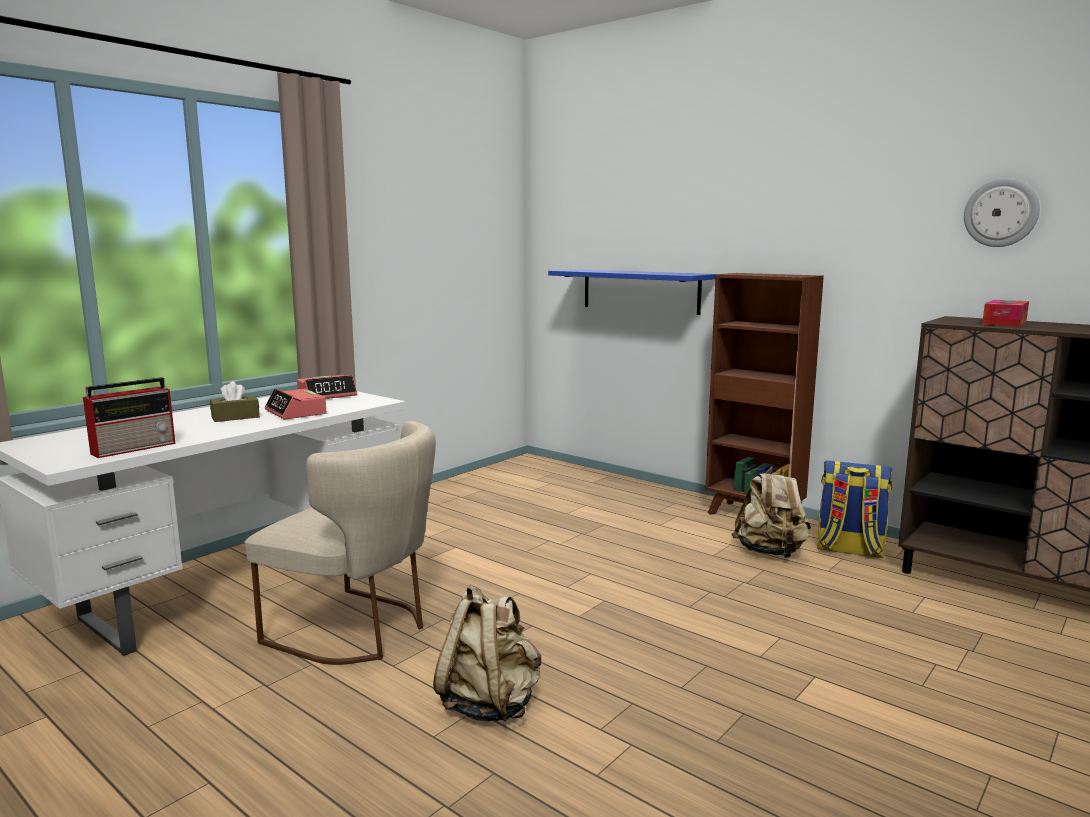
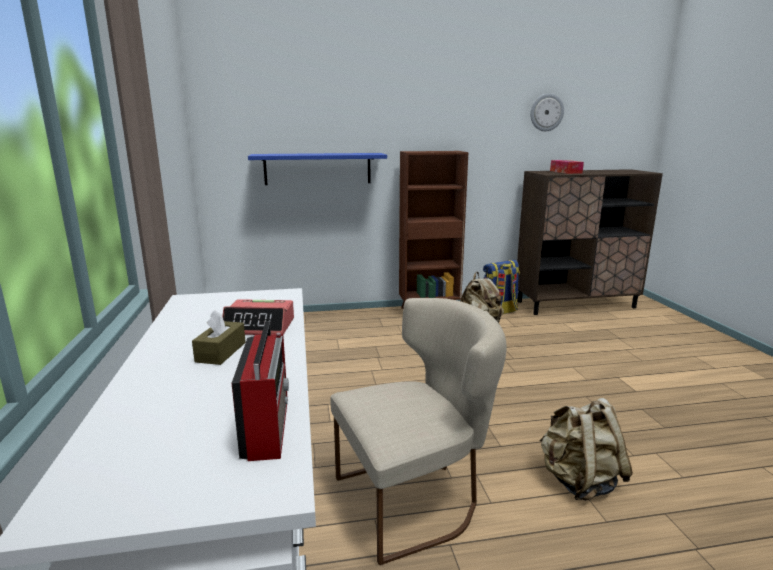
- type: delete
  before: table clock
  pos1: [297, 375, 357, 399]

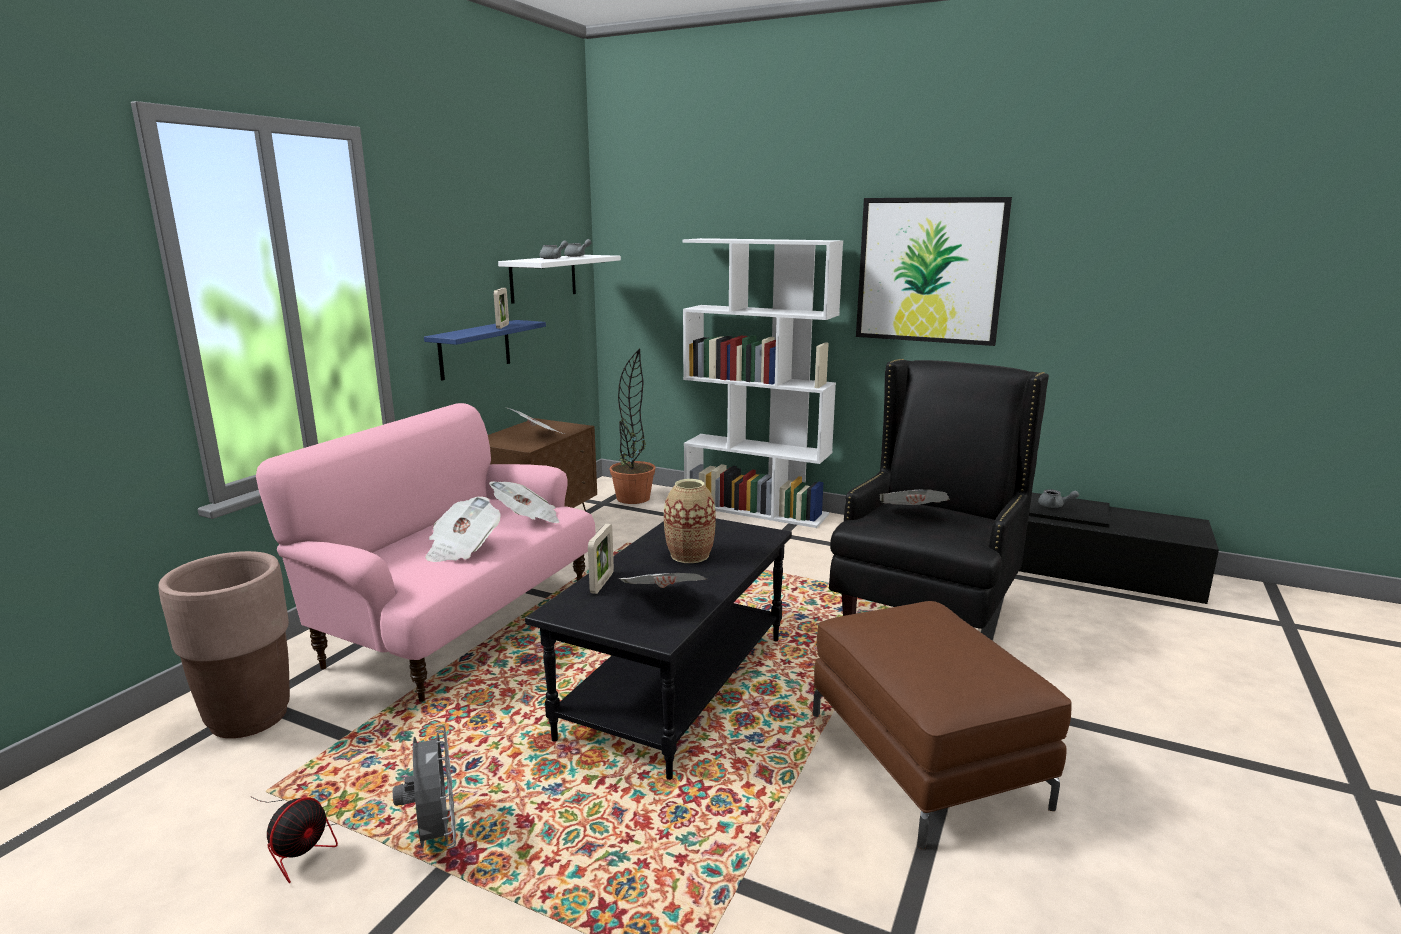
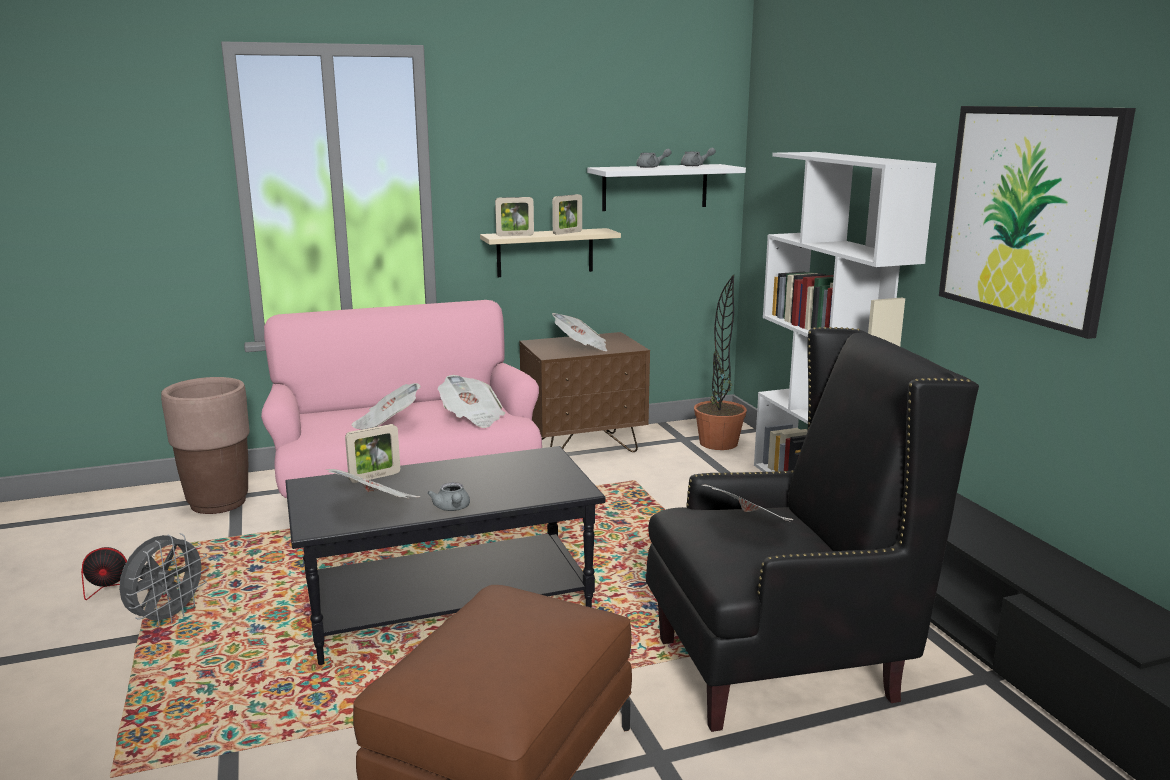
- type: delete
  before: flower vase
  pos1: [664, 479, 716, 563]
- type: insert
  after: photo frame
  pos2: [495, 197, 534, 236]
- type: move
  before: teapot (gray)
  pos1: [1038, 489, 1079, 508]
  pos2: [427, 482, 470, 511]
- type: recolor
  before: bracket shelf (blue)
  after: bracket shelf (beige)
  pos1: [424, 320, 546, 381]
  pos2: [480, 228, 621, 277]

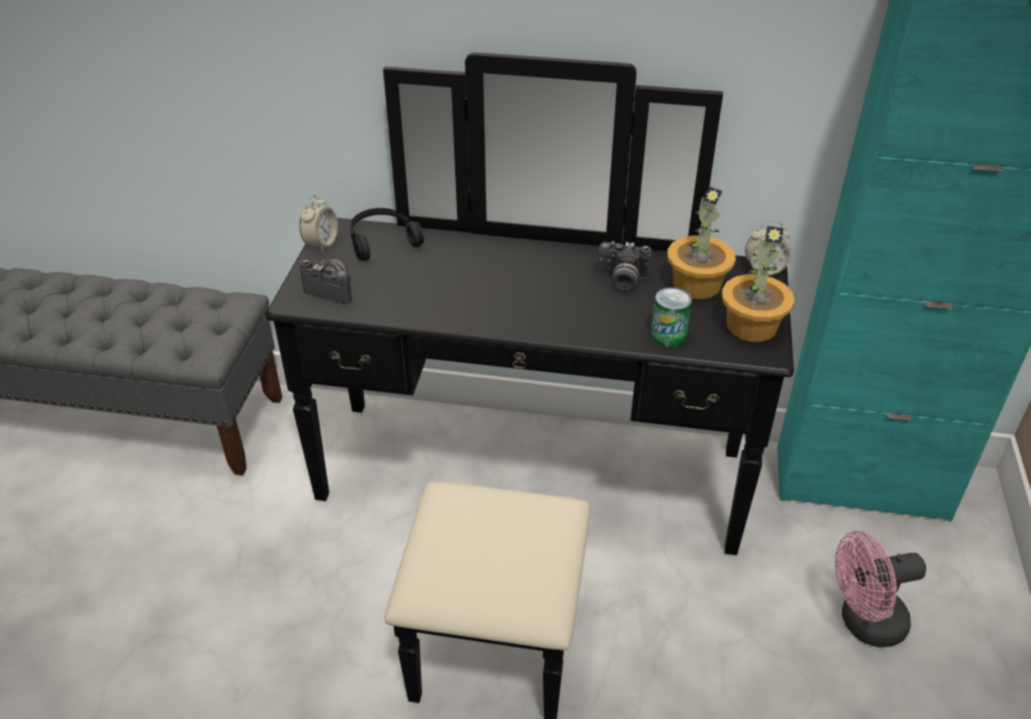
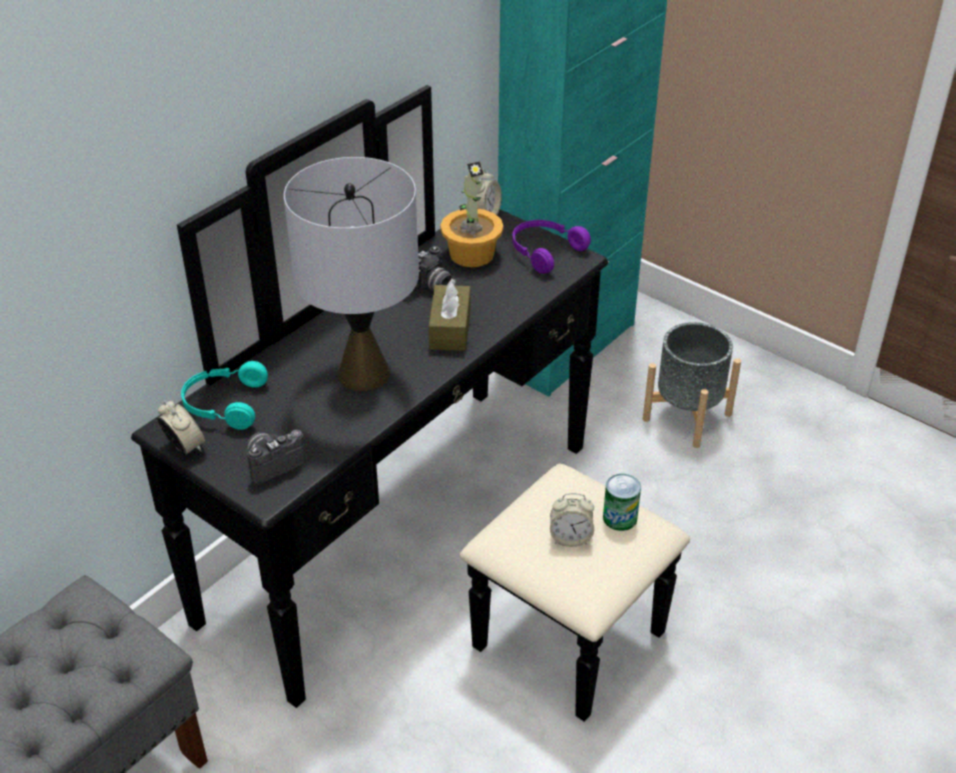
- type: insert
  after: tabletop lamp (gray)
  pos2: [284, 157, 419, 391]
- type: insert
  after: tissue holder (brown-coloured)
  pos2: [429, 279, 471, 351]
- type: insert
  after: table clock
  pos2: [550, 493, 594, 547]
- type: move
  before: metal can
  pos1: [651, 287, 692, 347]
  pos2: [603, 474, 641, 531]
- type: replace
  before: houseplant
  after: pair of headphones (purplish)
  pos1: [721, 226, 795, 342]
  pos2: [512, 220, 591, 274]
- type: replace
  before: electric fan (pink)
  after: planter (gray)
  pos1: [835, 531, 926, 647]
  pos2: [643, 322, 741, 448]
- type: recolor
  before: pair of headphones (black-coloured)
  after: pair of headphones (turquoise)
  pos1: [350, 208, 424, 261]
  pos2: [181, 361, 268, 430]

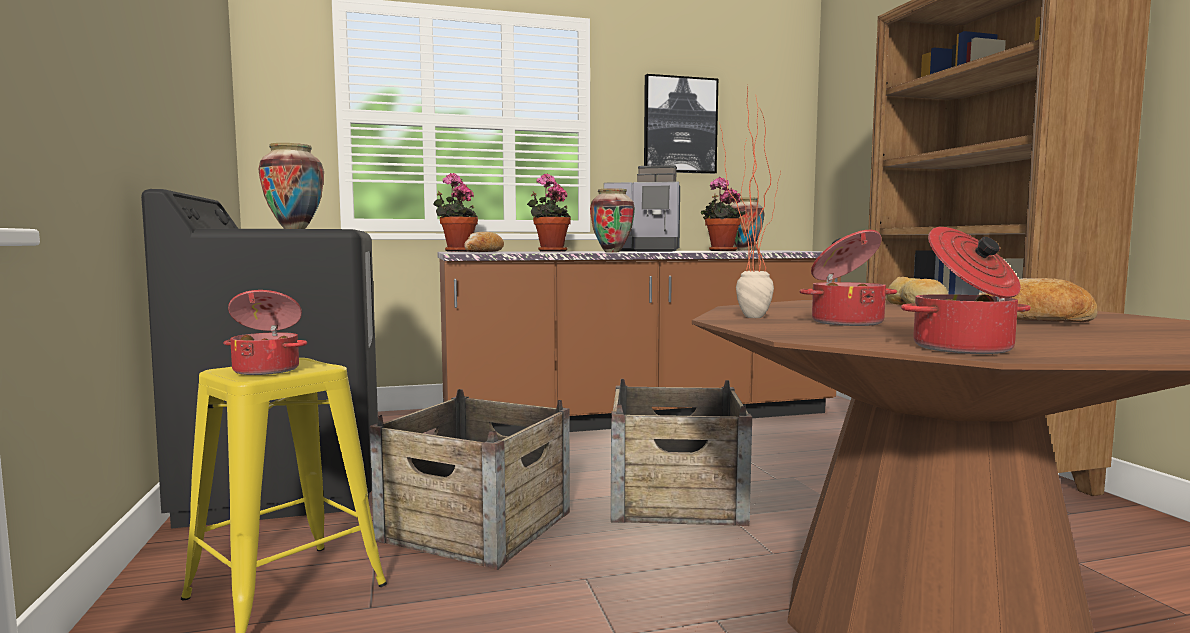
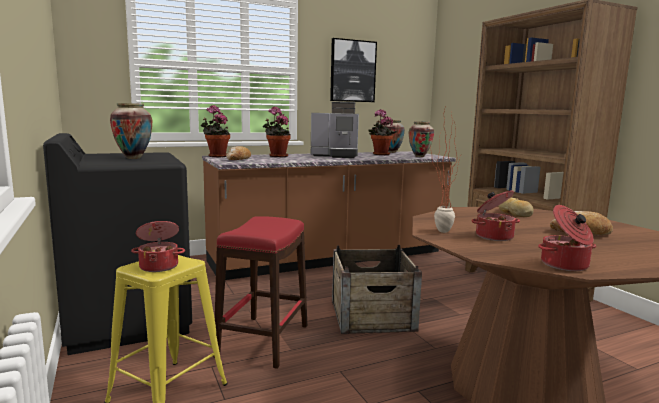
- type: move
  before: flower vase
  pos1: [590, 188, 635, 252]
  pos2: [409, 121, 434, 157]
- type: replace
  before: crate
  after: sitting stool (red-coloured)
  pos1: [370, 389, 570, 570]
  pos2: [214, 216, 307, 369]

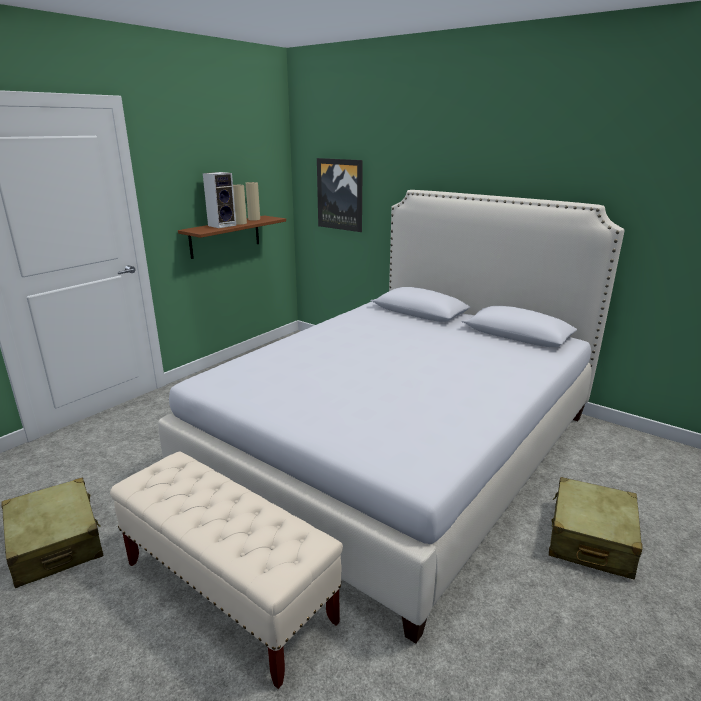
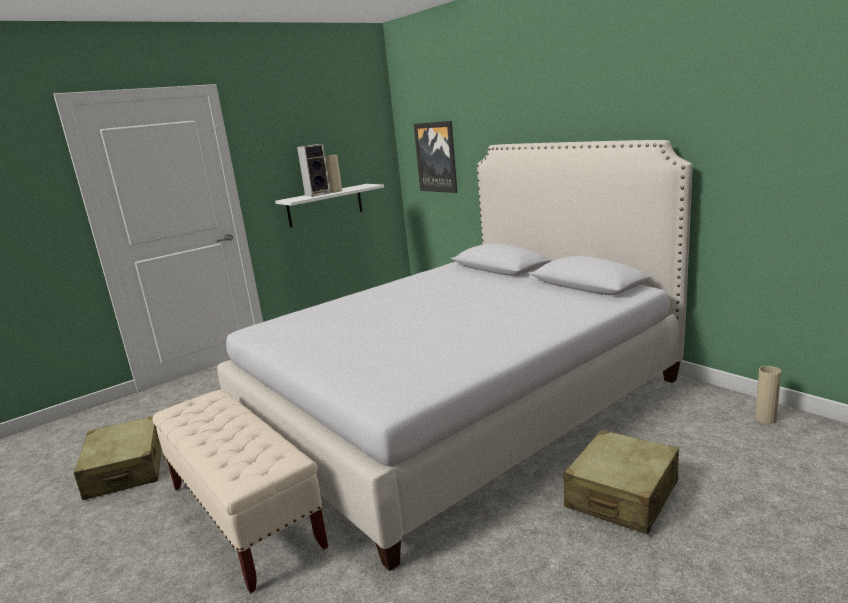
- type: move
  before: flower vase (beige)
  pos1: [246, 182, 260, 220]
  pos2: [755, 366, 781, 424]
- type: recolor
  before: bracket shelf (brown-coloured)
  after: bracket shelf (white-coloured)
  pos1: [178, 216, 286, 259]
  pos2: [275, 184, 384, 227]

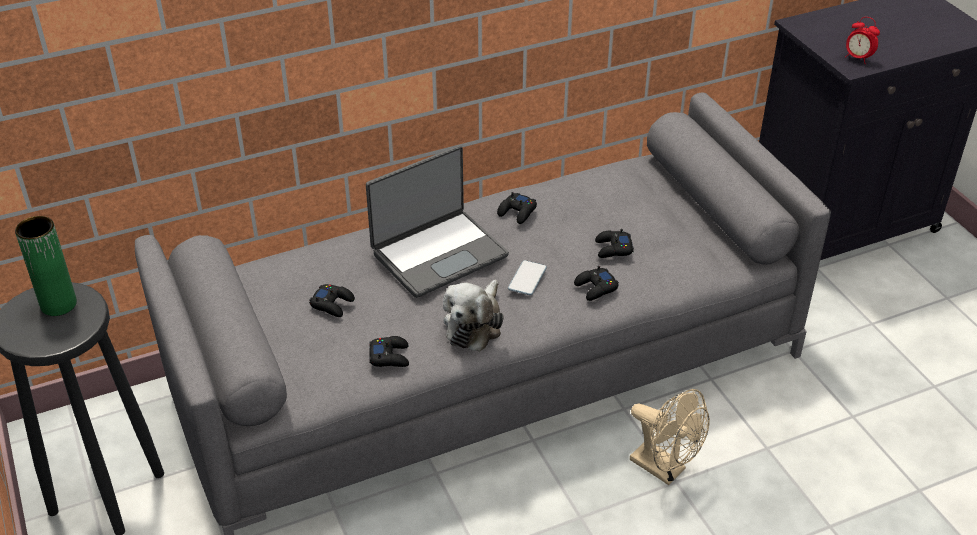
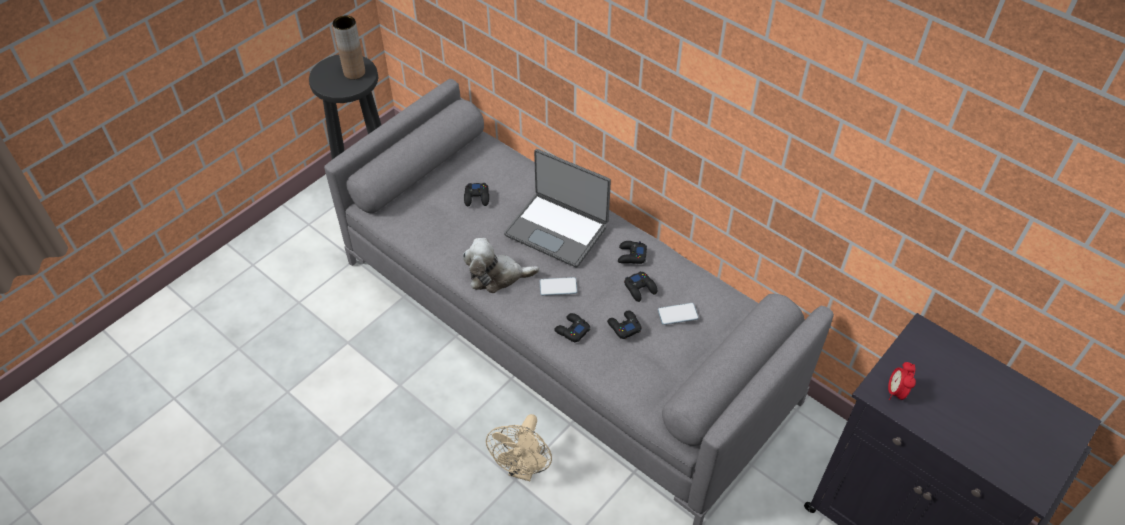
- type: insert
  after: phone
  pos2: [658, 303, 699, 325]
- type: move
  before: joypad (black-coloured)
  pos1: [369, 336, 409, 367]
  pos2: [624, 271, 657, 302]
- type: recolor
  before: flower vase (green-coloured)
  after: flower vase (brown-coloured)
  pos1: [15, 216, 77, 316]
  pos2: [333, 16, 365, 80]

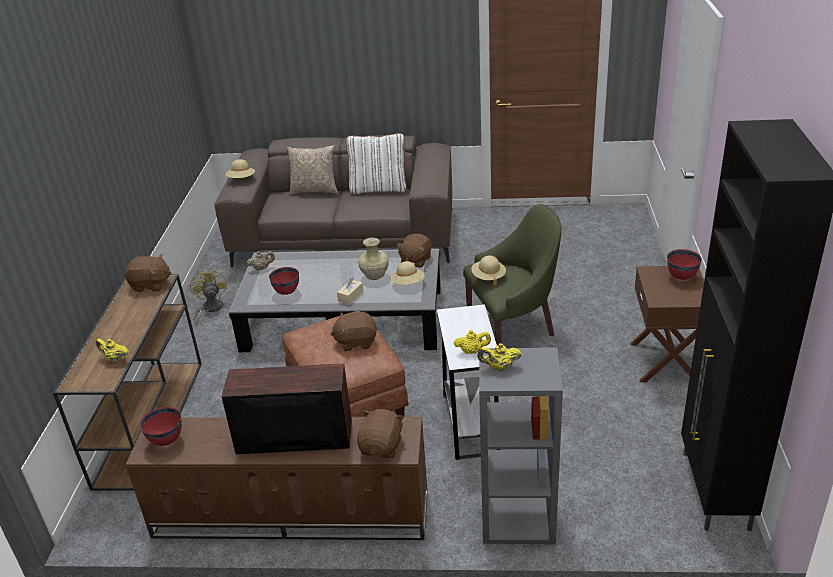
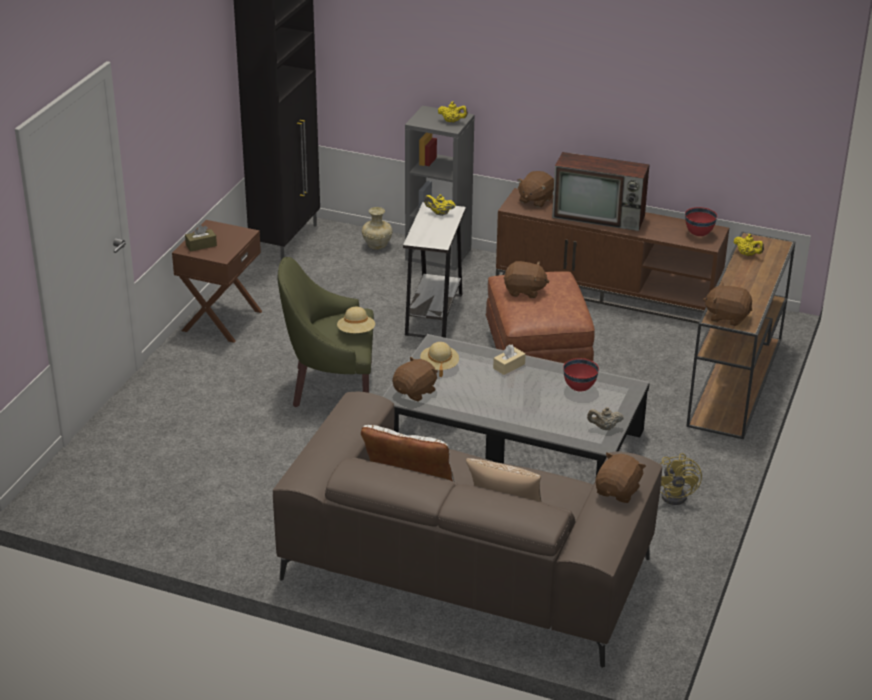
- type: move
  before: flower vase (beige)
  pos1: [358, 238, 389, 280]
  pos2: [362, 207, 393, 250]
- type: replace
  before: hat (beige)
  after: plush toy (brown-coloured)
  pos1: [226, 159, 255, 178]
  pos2: [595, 453, 646, 503]
- type: replace
  before: bowl (red-coloured)
  after: tissue holder (brown-coloured)
  pos1: [667, 249, 702, 280]
  pos2: [185, 225, 217, 252]

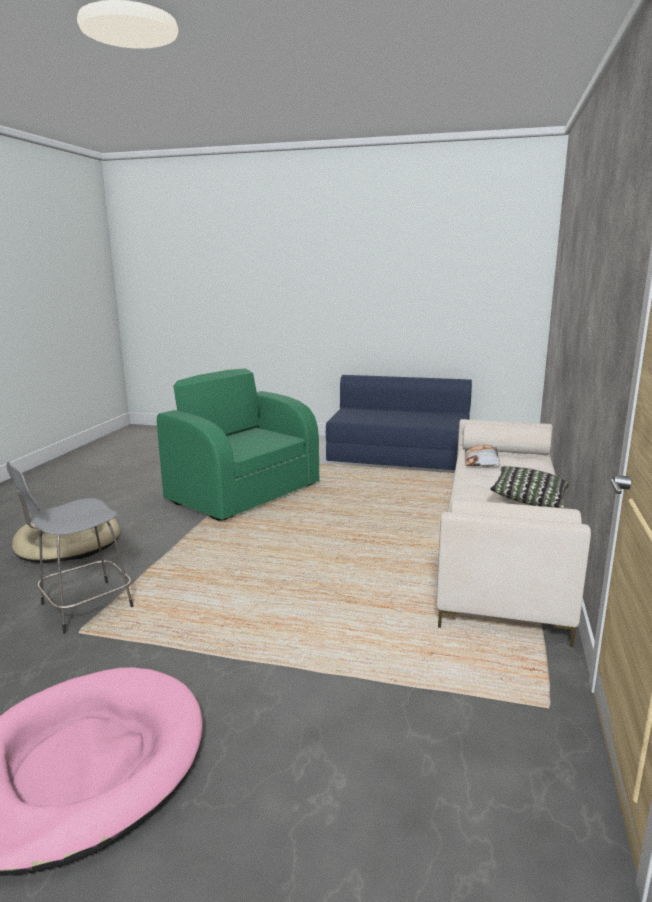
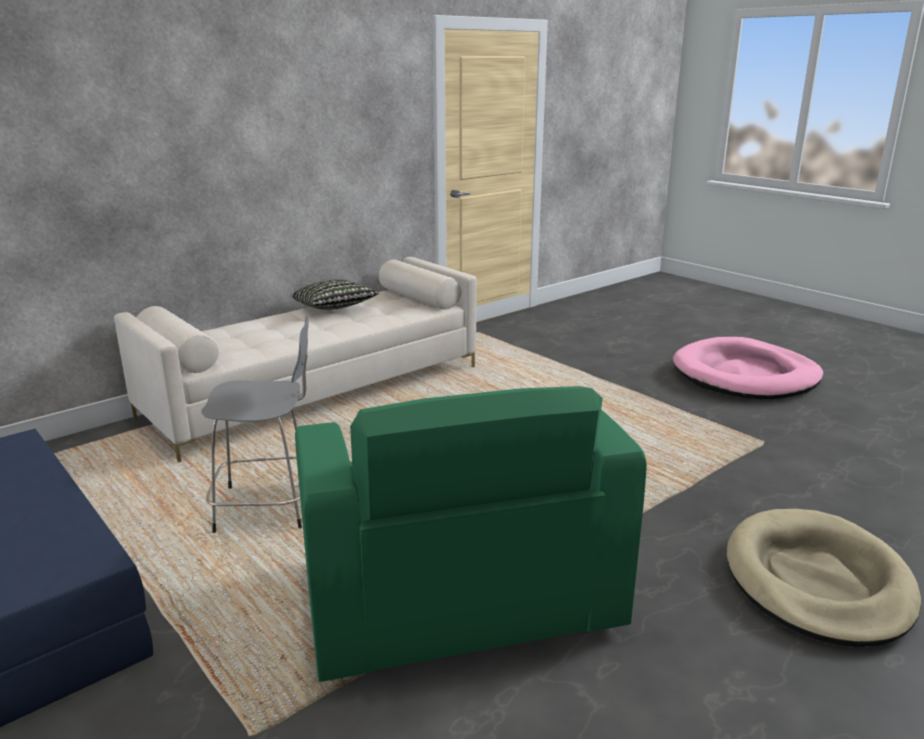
- type: delete
  before: pillow
  pos1: [465, 445, 500, 467]
- type: move
  before: sitting stool (gray)
  pos1: [6, 462, 133, 634]
  pos2: [201, 316, 309, 533]

